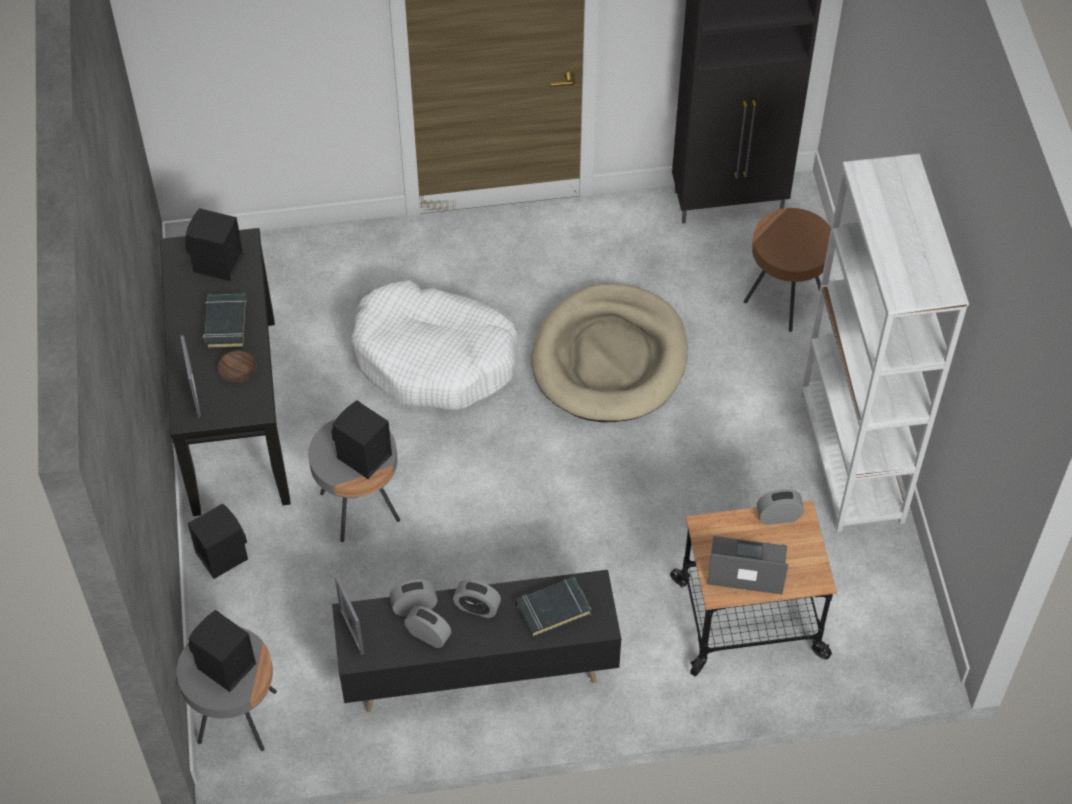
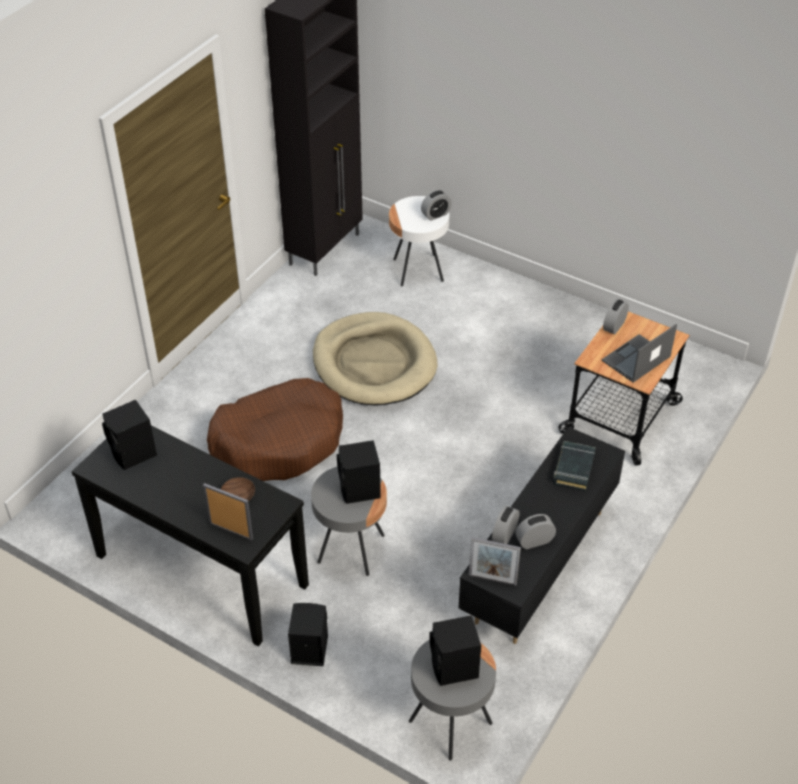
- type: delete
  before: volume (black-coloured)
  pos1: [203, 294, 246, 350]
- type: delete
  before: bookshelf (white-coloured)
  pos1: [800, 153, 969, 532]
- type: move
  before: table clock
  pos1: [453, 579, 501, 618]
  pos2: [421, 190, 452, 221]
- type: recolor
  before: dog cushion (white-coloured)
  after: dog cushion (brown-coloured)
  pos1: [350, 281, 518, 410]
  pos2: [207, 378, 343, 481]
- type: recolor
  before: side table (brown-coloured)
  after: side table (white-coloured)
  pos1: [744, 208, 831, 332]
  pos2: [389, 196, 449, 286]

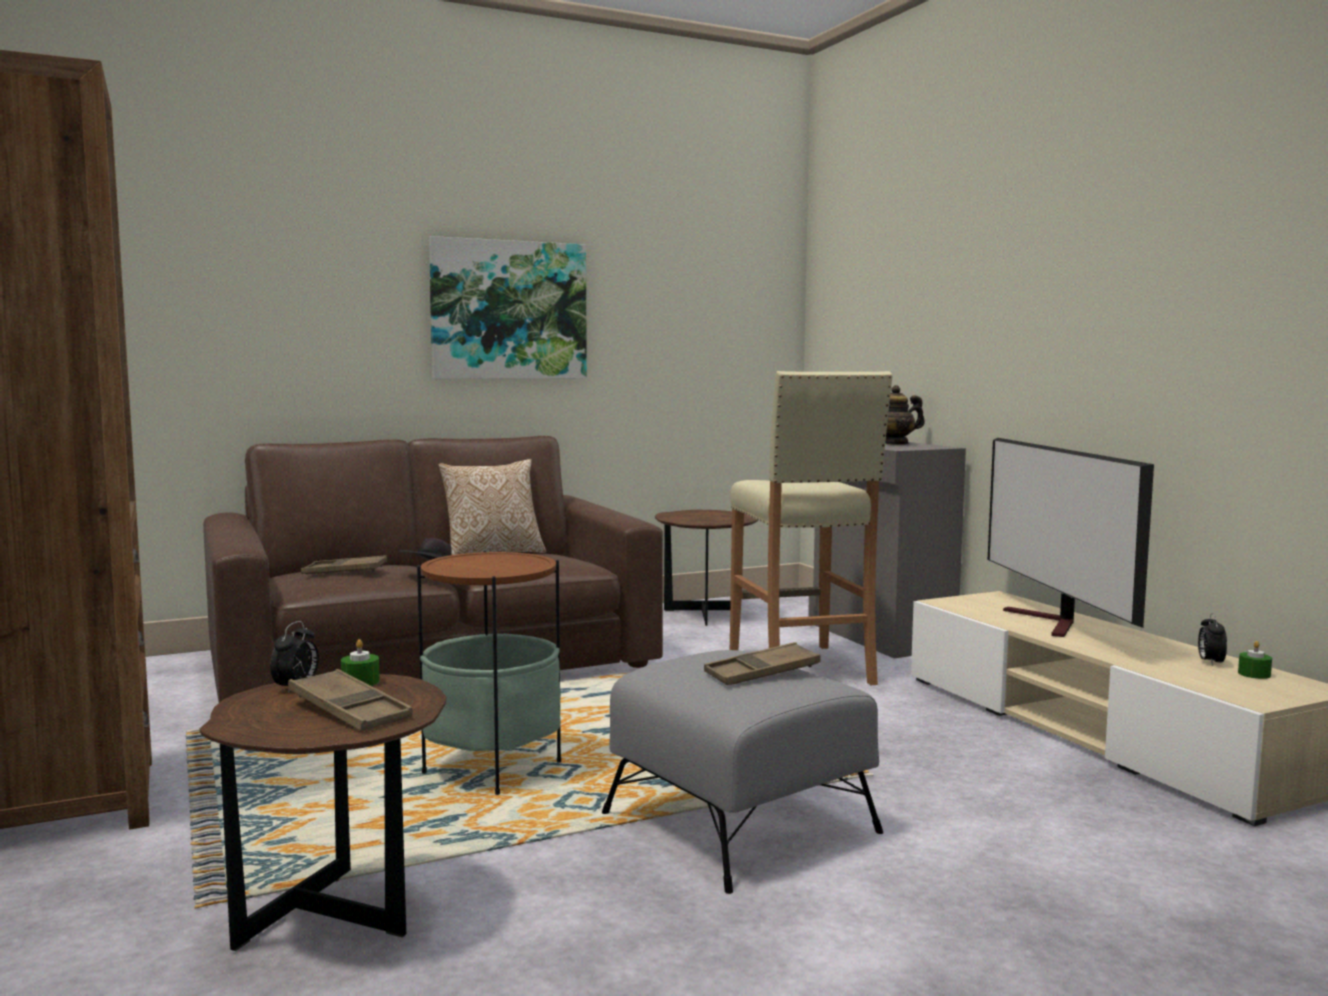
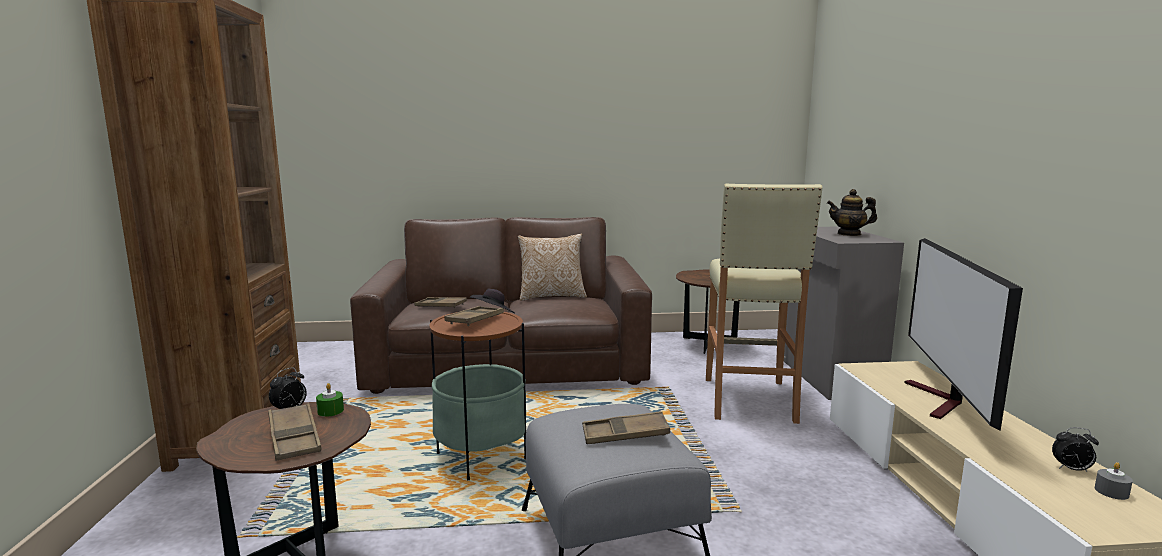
- type: delete
  before: picture
  pos1: [429, 236, 587, 379]
- type: insert
  after: serving tray (brown-coloured)
  pos2: [444, 306, 504, 326]
- type: recolor
  before: wax candle (green-coloured)
  after: wax candle (gray)
  pos1: [1238, 641, 1272, 679]
  pos2: [1095, 462, 1133, 500]
- type: rotate
  before: table clock
  pos1: [1198, 613, 1227, 666]
  pos2: [1052, 427, 1099, 472]
  turn: -105

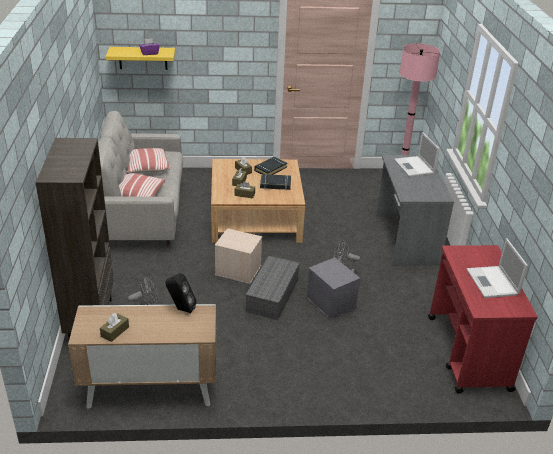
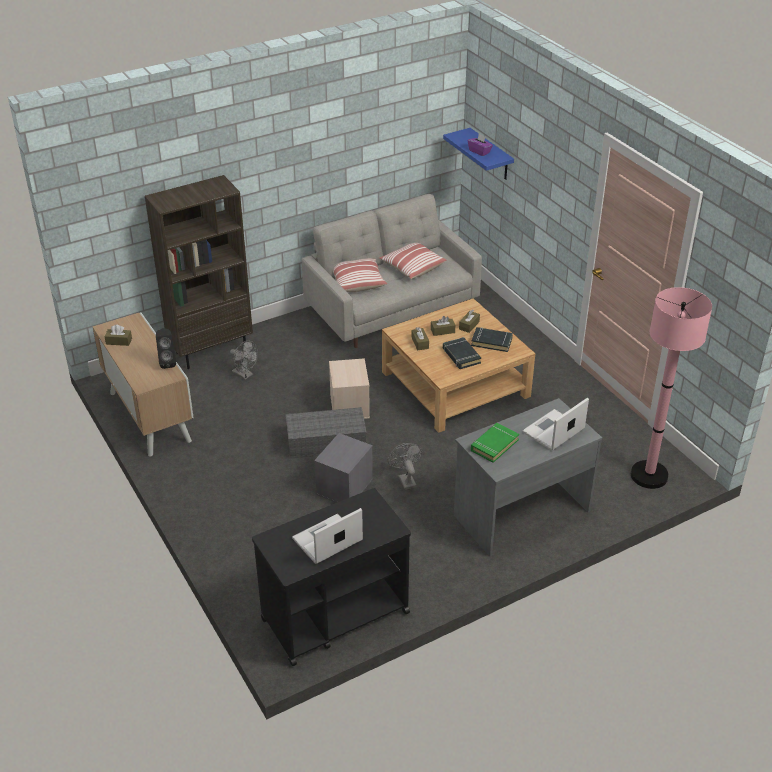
- type: insert
  after: volume (green-coloured)
  pos2: [471, 423, 519, 463]
- type: recolor
  before: bracket shelf (yellow)
  after: bracket shelf (blue)
  pos1: [106, 47, 175, 70]
  pos2: [443, 128, 514, 180]
- type: recolor
  before: wheeled cart (red-coloured)
  after: wheeled cart (black-coloured)
  pos1: [428, 245, 537, 393]
  pos2: [252, 488, 411, 666]

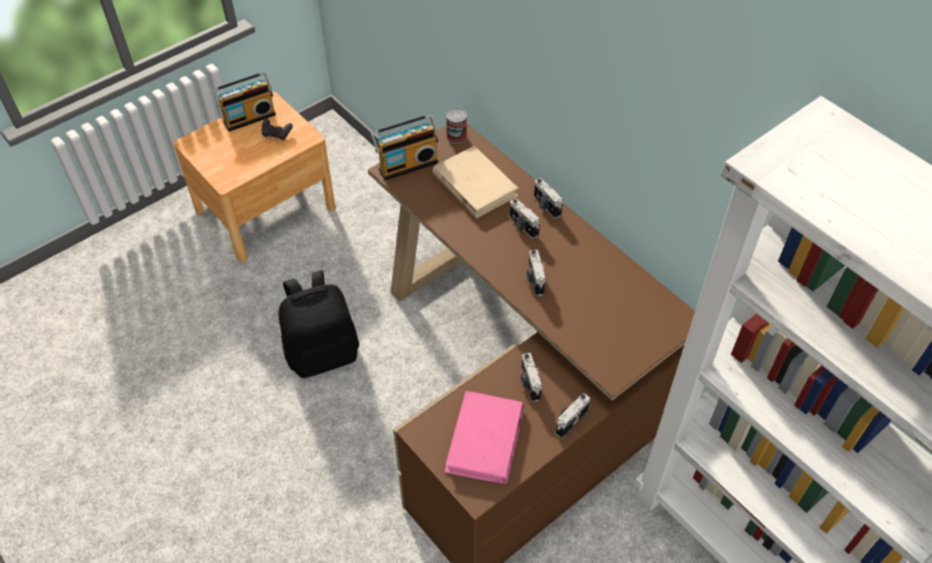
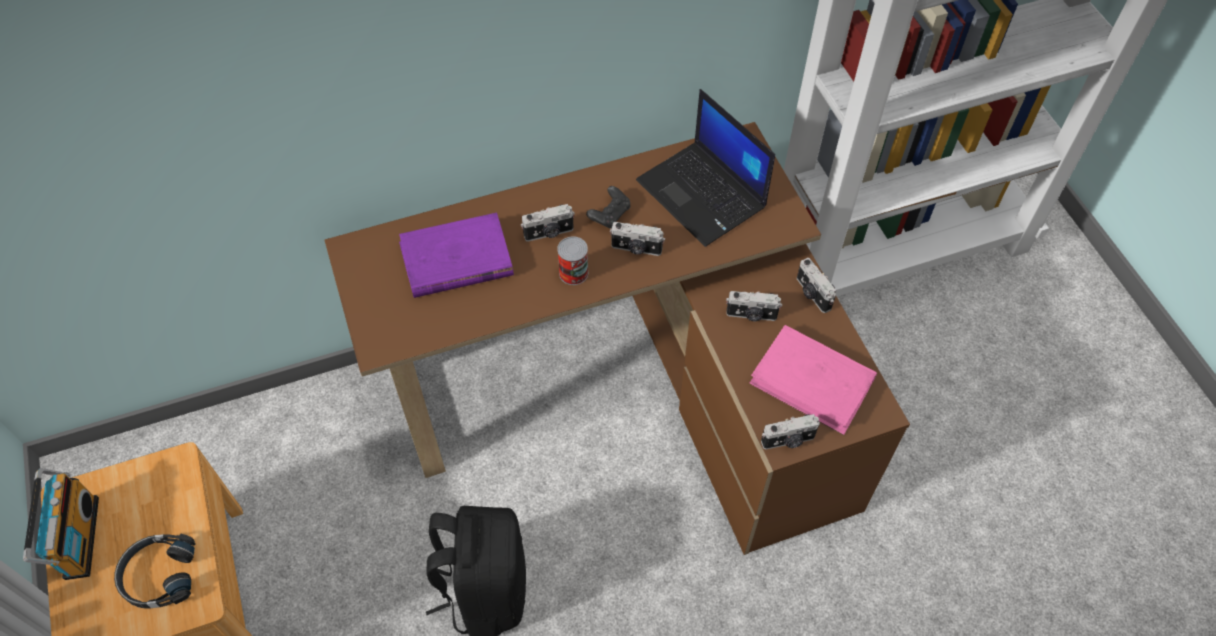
- type: delete
  before: radio set
  pos1: [371, 114, 438, 180]
- type: insert
  after: pair of headphones (black-coloured)
  pos2: [114, 534, 196, 608]
- type: insert
  after: laptop
  pos2: [636, 89, 775, 247]
- type: move
  before: joypad (black-coloured)
  pos1: [261, 119, 292, 140]
  pos2: [586, 186, 631, 229]
- type: move
  before: metal can
  pos1: [446, 108, 467, 144]
  pos2: [557, 236, 588, 285]
- type: move
  before: still camera
  pos1: [534, 178, 563, 219]
  pos2: [761, 414, 820, 449]
- type: recolor
  before: volume (beige)
  after: volume (purplish)
  pos1: [433, 146, 518, 218]
  pos2: [399, 213, 514, 298]

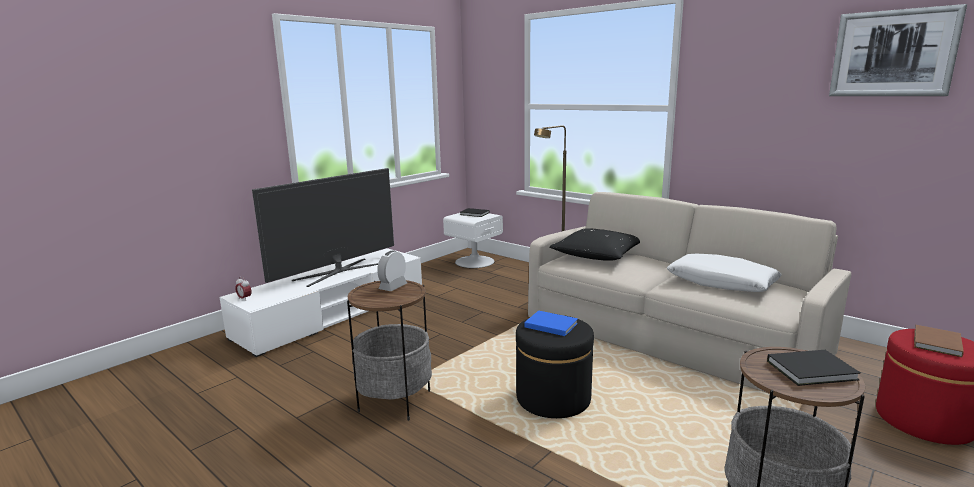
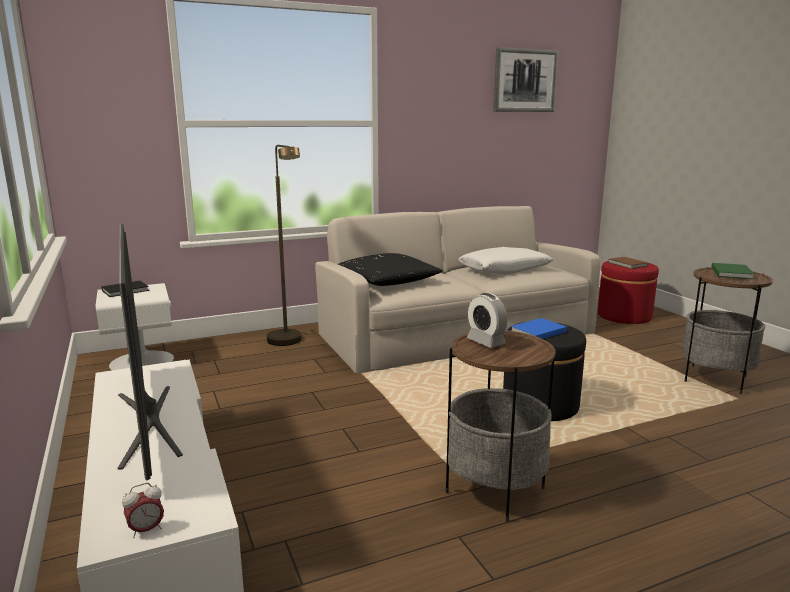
- type: recolor
  before: volume (black-coloured)
  after: volume (green-coloured)
  pos1: [767, 350, 861, 386]
  pos2: [711, 263, 754, 279]

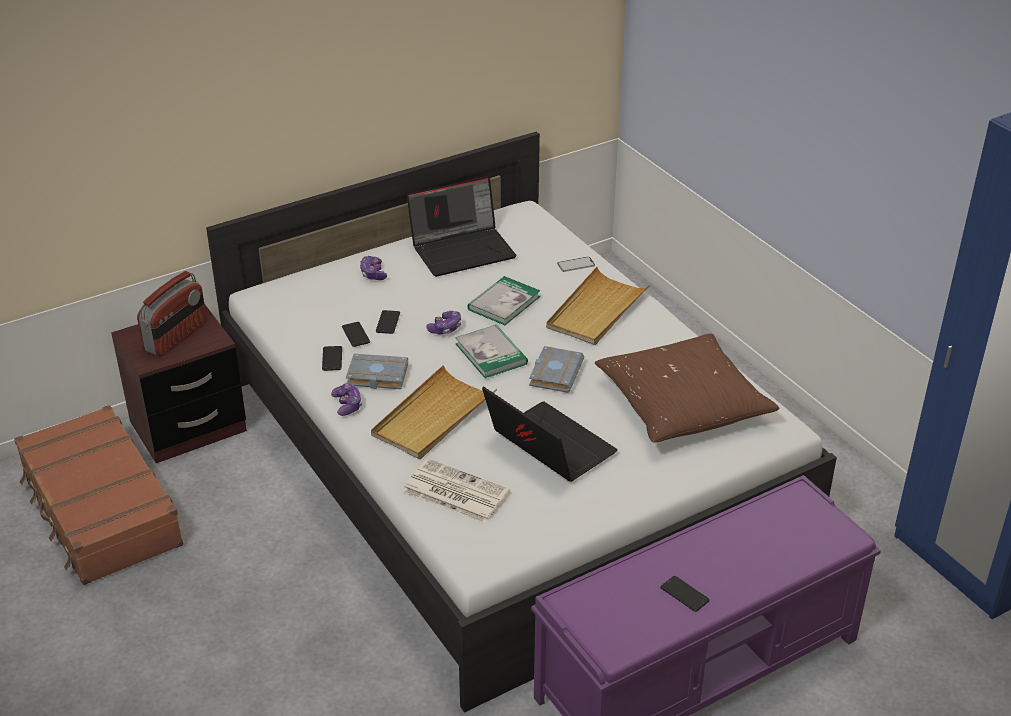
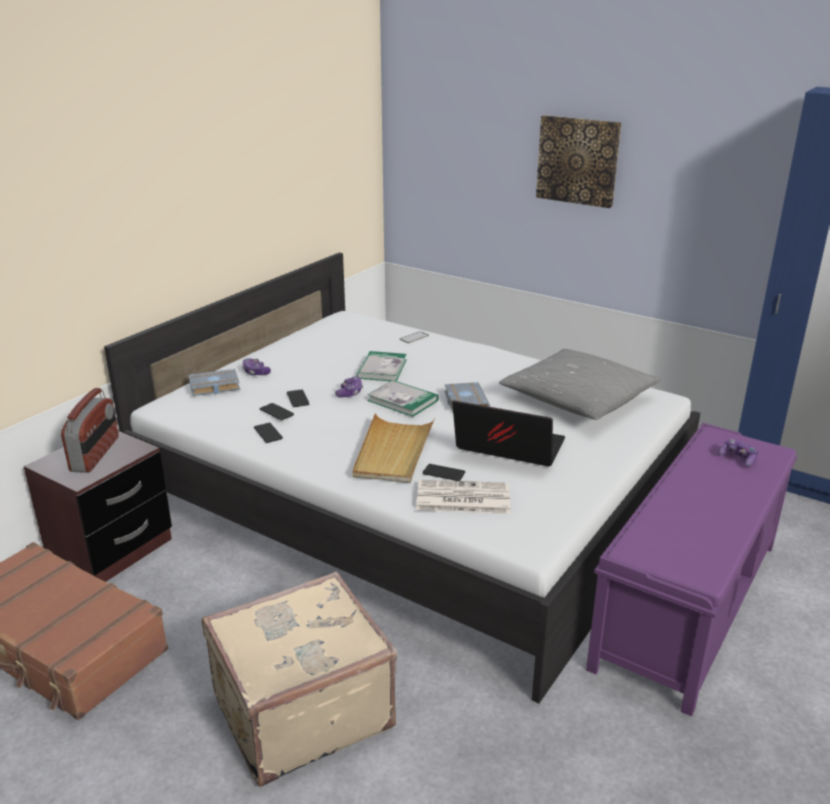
- type: delete
  before: laptop
  pos1: [407, 176, 517, 277]
- type: delete
  before: serving tray (beige)
  pos1: [546, 267, 651, 345]
- type: insert
  after: piece of luggage (beige)
  pos2: [202, 571, 397, 787]
- type: insert
  after: picture
  pos2: [536, 115, 621, 208]
- type: move
  before: joypad
  pos1: [331, 383, 362, 416]
  pos2: [718, 439, 758, 467]
- type: move
  before: volume (gray)
  pos1: [346, 354, 408, 389]
  pos2: [189, 369, 240, 396]
- type: move
  before: phone
  pos1: [660, 576, 710, 612]
  pos2: [422, 464, 465, 481]
- type: recolor
  before: pillow (brown-coloured)
  after: pillow (gray)
  pos1: [595, 334, 780, 443]
  pos2: [499, 349, 660, 420]

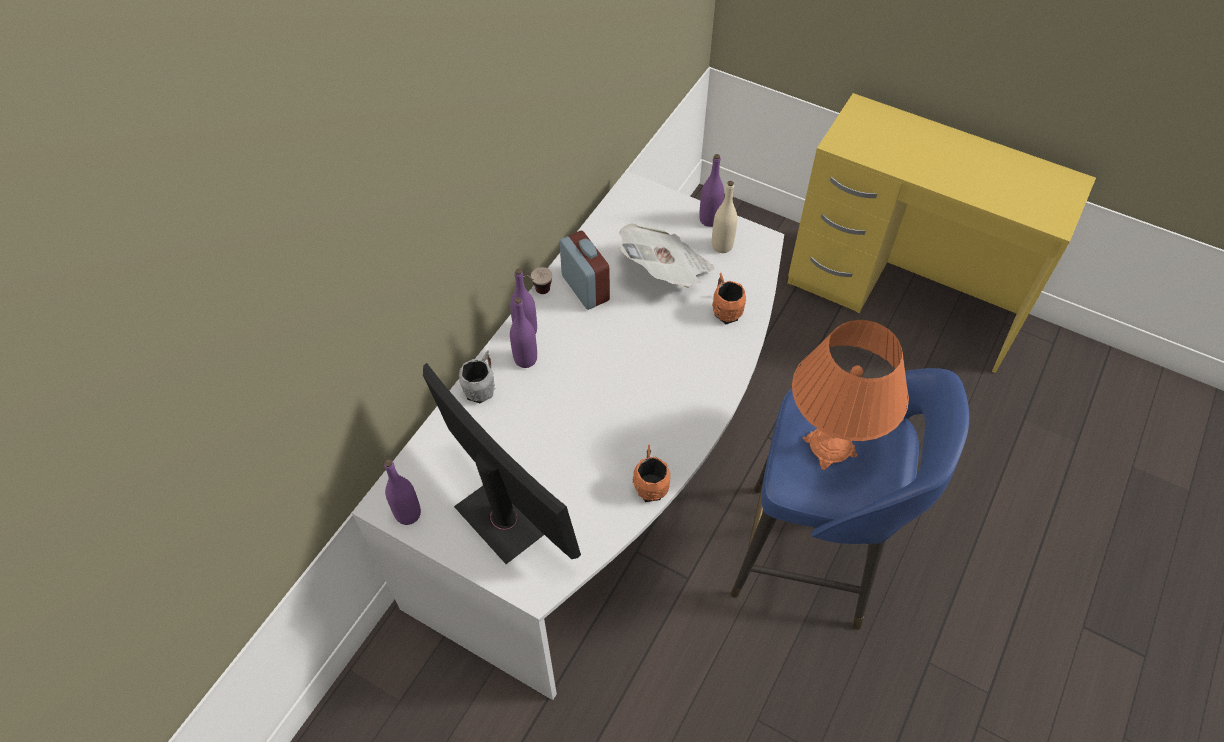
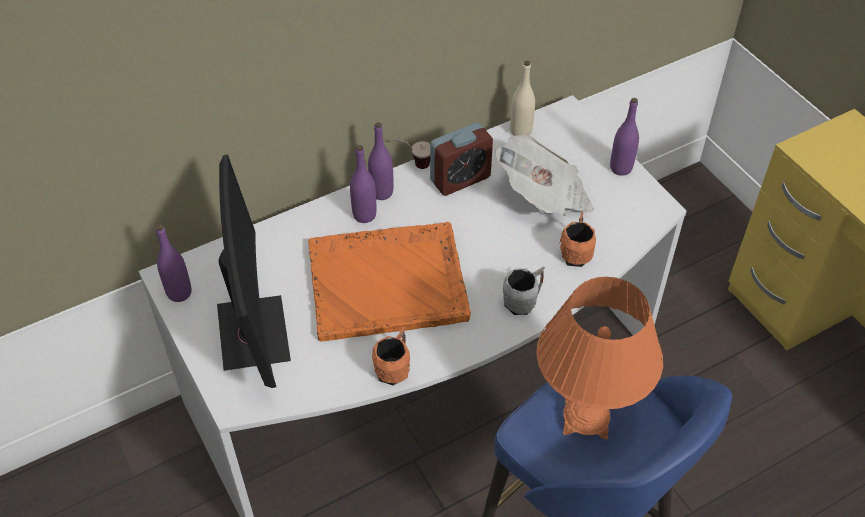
- type: insert
  after: serving tray (orange-coloured)
  pos2: [308, 222, 471, 342]
- type: move
  before: coffee mug (gray)
  pos1: [459, 350, 495, 403]
  pos2: [503, 267, 545, 315]
- type: move
  before: bottle (beige)
  pos1: [712, 181, 737, 253]
  pos2: [510, 61, 535, 136]
- type: rotate
  before: table clock
  pos1: [559, 231, 610, 310]
  pos2: [430, 123, 493, 196]
  turn: 60

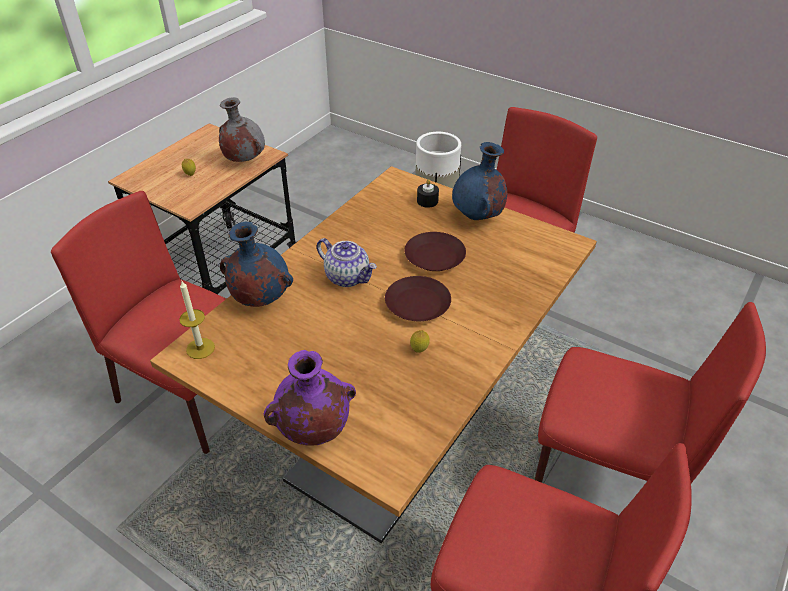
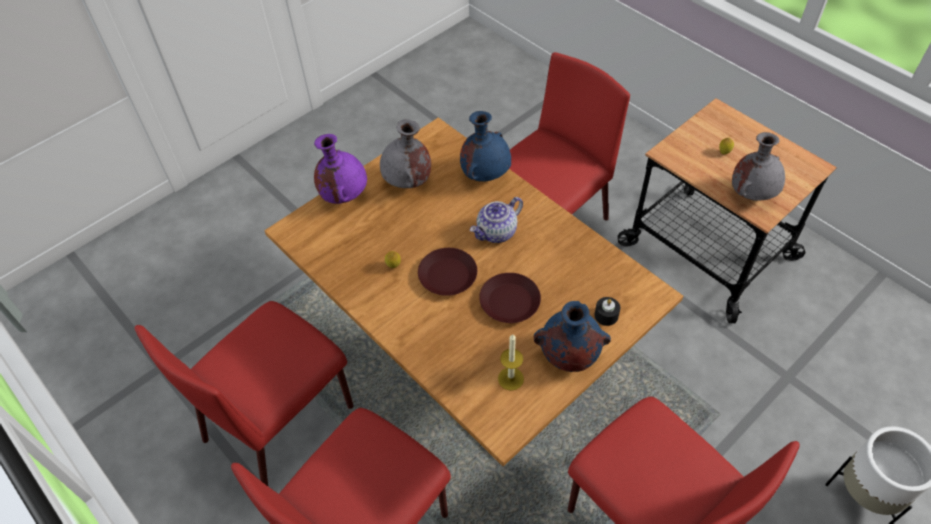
- type: insert
  after: flower vase (gray)
  pos2: [380, 119, 431, 188]
- type: move
  before: wax candle
  pos1: [179, 281, 215, 359]
  pos2: [498, 334, 524, 391]

